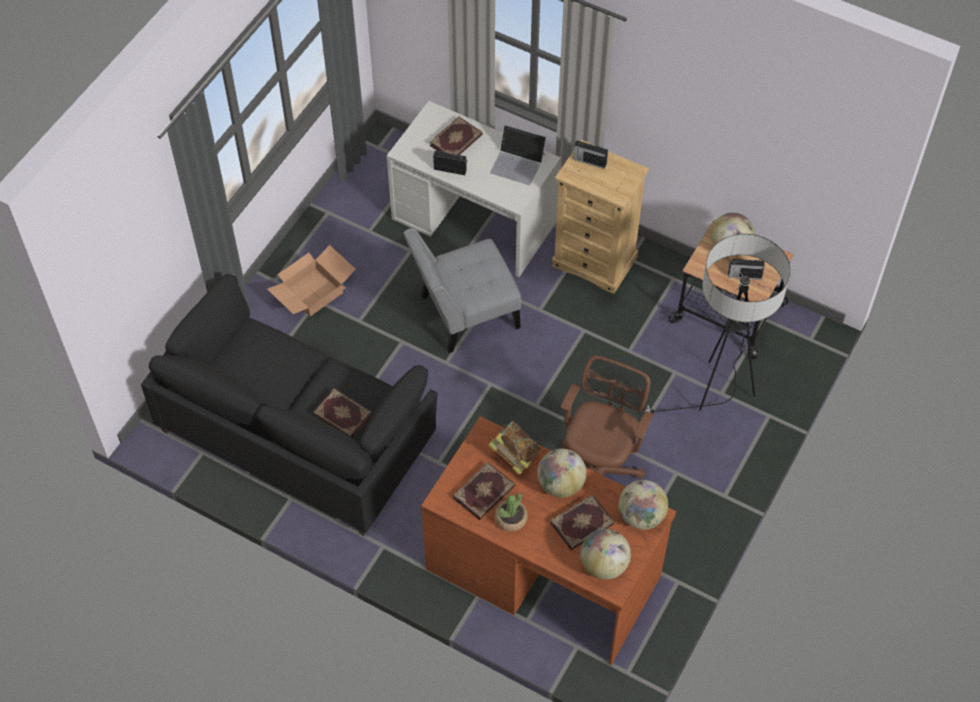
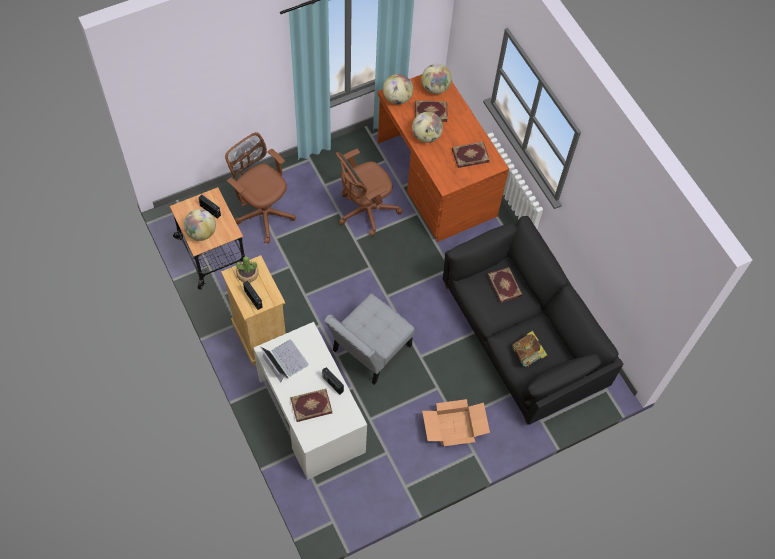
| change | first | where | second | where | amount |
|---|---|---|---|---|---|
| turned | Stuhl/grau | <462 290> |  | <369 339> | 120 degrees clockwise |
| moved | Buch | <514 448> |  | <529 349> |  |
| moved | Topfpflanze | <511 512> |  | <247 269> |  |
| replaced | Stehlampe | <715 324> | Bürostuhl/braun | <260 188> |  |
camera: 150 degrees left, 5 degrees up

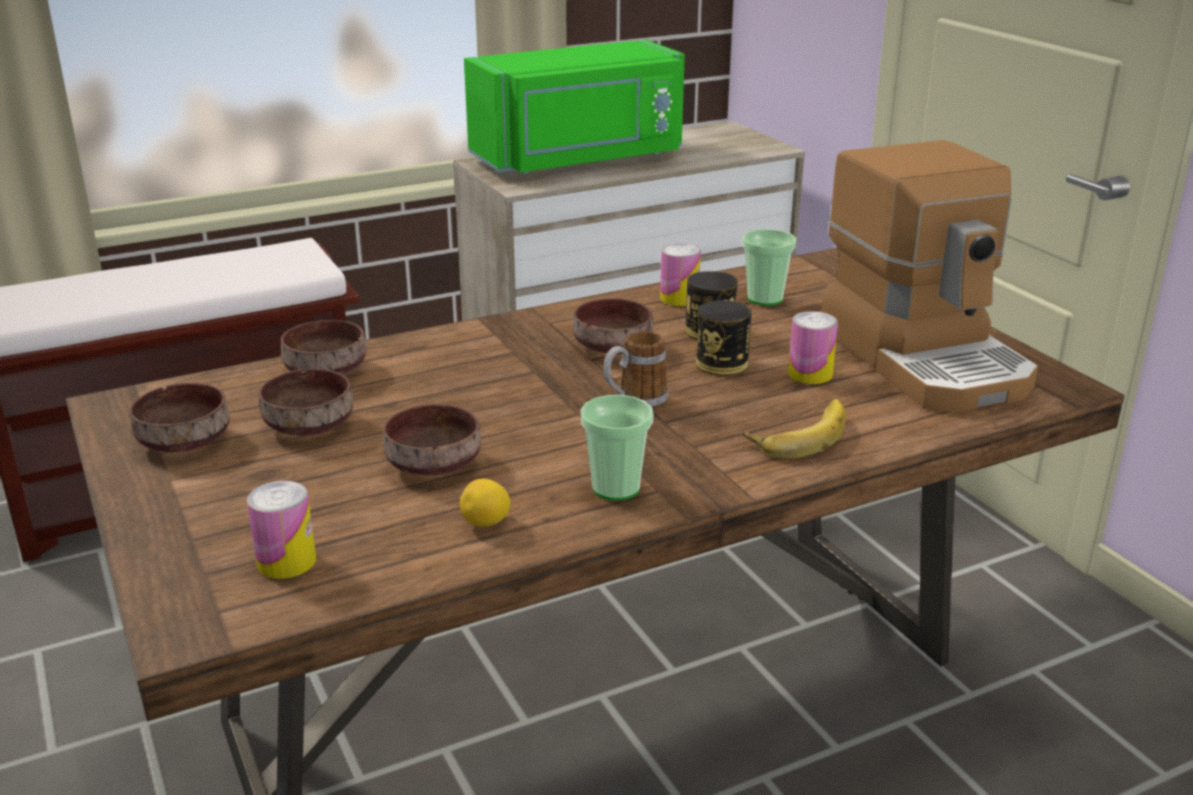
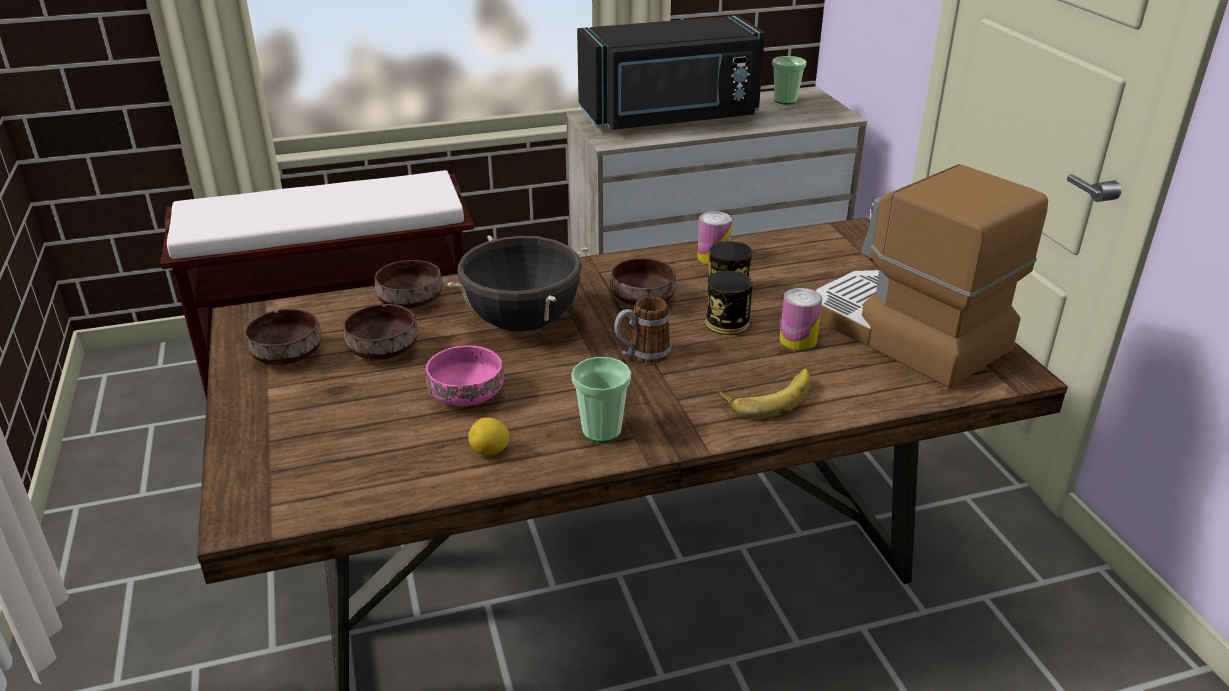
| change | first | where | second | where | amount |
|---|---|---|---|---|---|
| removed | Dose | <281 530> |  |  |  |
| recoloured | Schüssel/braun | <432 439> | Schüssel/rosa | <465 376> |  |
| recoloured | Mikrowelle/grün | <574 106> | Mikrowelle/schwarz | <671 72> |  |
| moved | Tasse | <769 267> |  | <789 80> |  |
| turned | Kaffeemaschine | <929 276> |  | <931 276> | 150 degrees clockwise |
| added |  |  | Kochtopf/schwarz | <517 283> |  |
camera: 10 degrees right, 5 degrees up

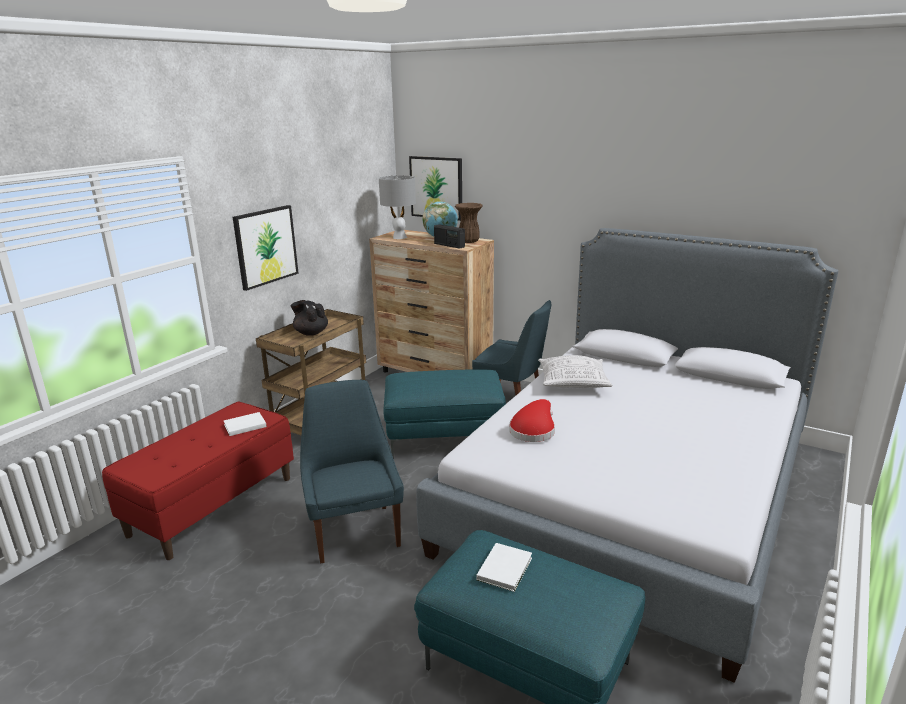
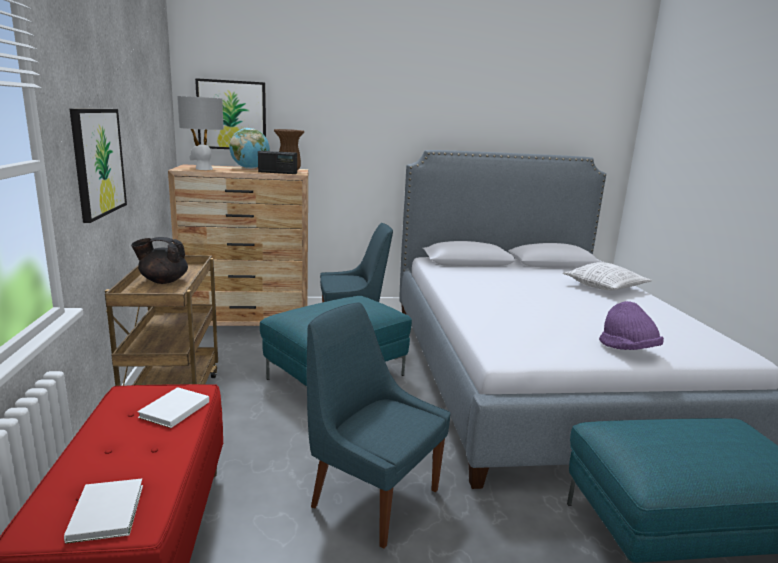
| change | first | where | second | where | amount |
|---|---|---|---|---|---|
| moved | Buch/weiß | <504 567> |  | <103 511> |  |
| removed | Hut/rot | <532 420> |  |  |  |
| moved | Kissen | <575 371> |  | <607 276> |  |
| added |  |  | Hut/lila | <631 325> |  |
camera: 40 degrees left, 5 degrees down

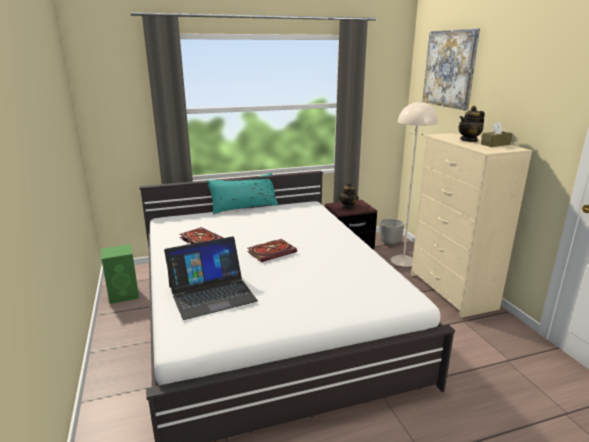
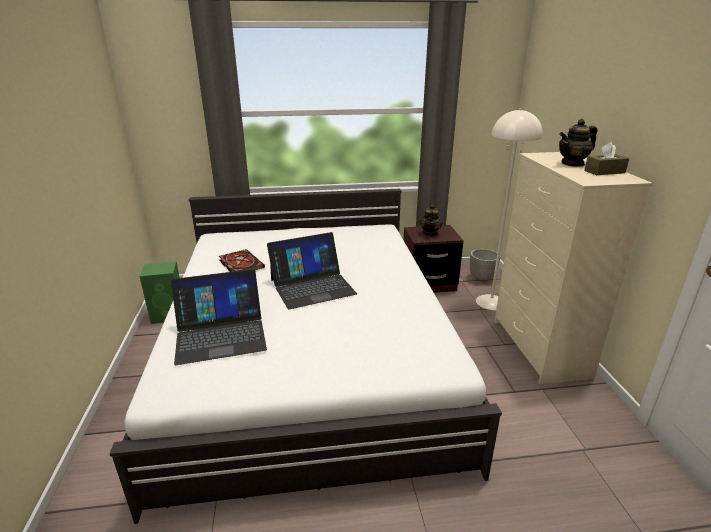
| change | first | where | second | where | amount |
|---|---|---|---|---|---|
| removed | Kissen/türkis | <242 193> |  |  |  |
| replaced | Buch | <272 250> | Laptop | <312 270> |  |
| removed | Bild | <451 69> |  |  |  |
camera: 10 degrees right, 5 degrees up

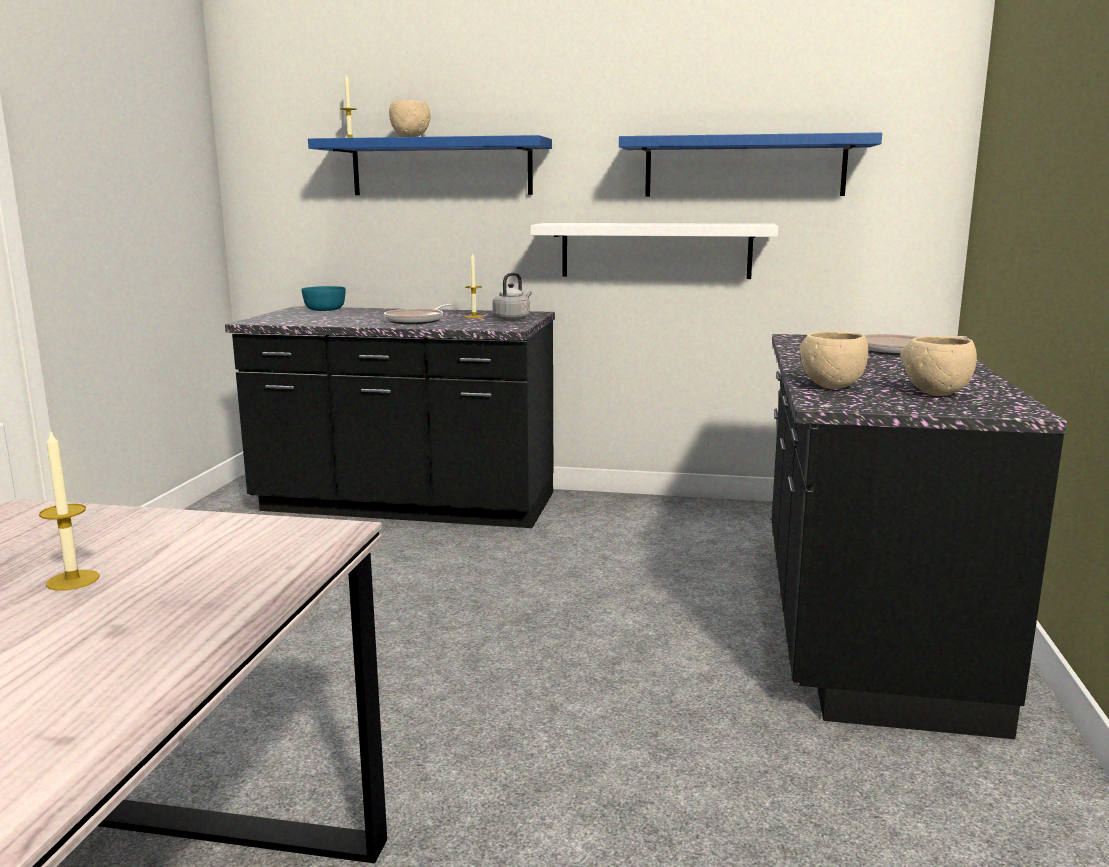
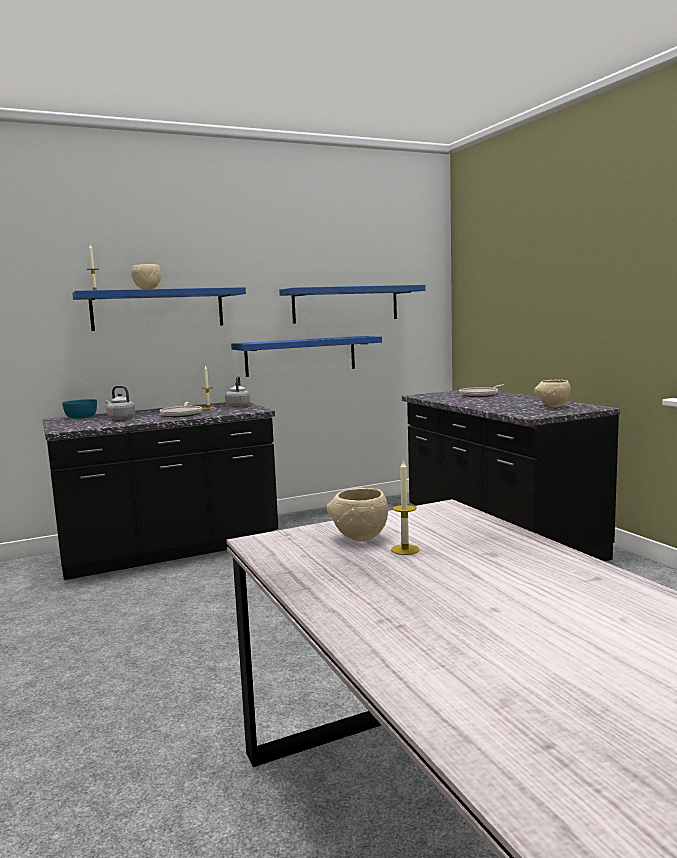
| change | first | where | second | where | amount |
|---|---|---|---|---|---|
| recoloured | Wandregal/weiß | <654 251> | Wandregal/blau | <306 356> |  |
| moved | Schüssel/beige | <834 360> |  | <357 514> |  |
| added |  |  | Wasserkessel/grau | <120 403> |  |
camera: 35 degrees left, 5 degrees down

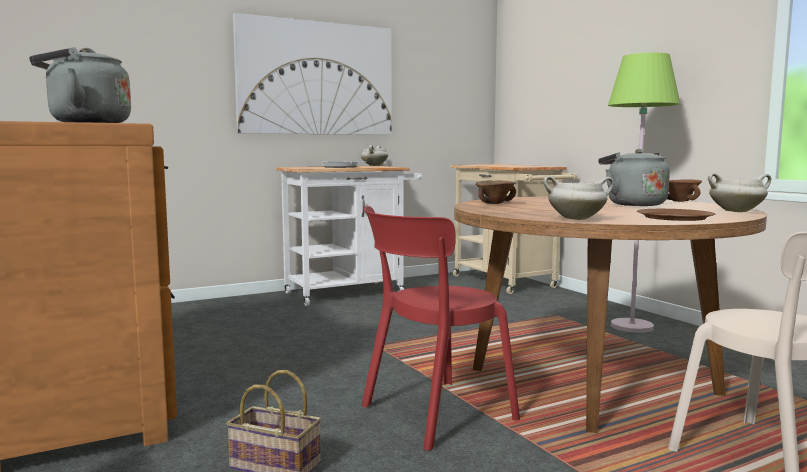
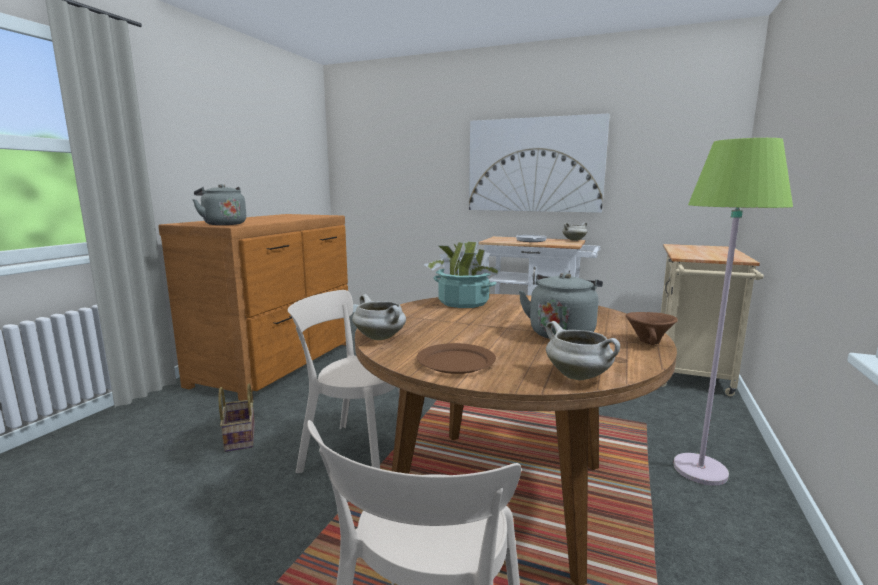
| change | first | where | second | where | amount |
|---|---|---|---|---|---|
| recoloured | Stuhl/rot | <441 328> | Stuhl/beige | <344 381> |  |
| replaced | Schüssel/braun | <496 192> | Topfpflanze | <462 274> |  |
camera: 50 degrees right, 5 degrees up

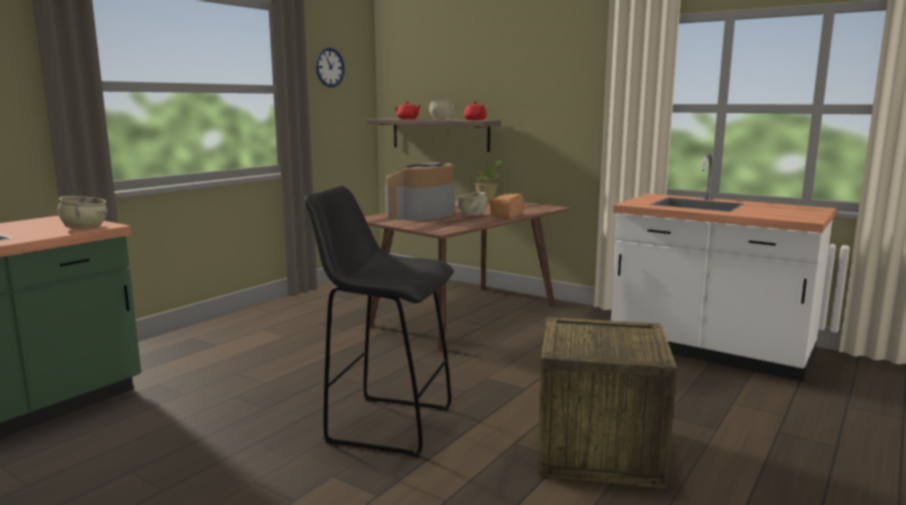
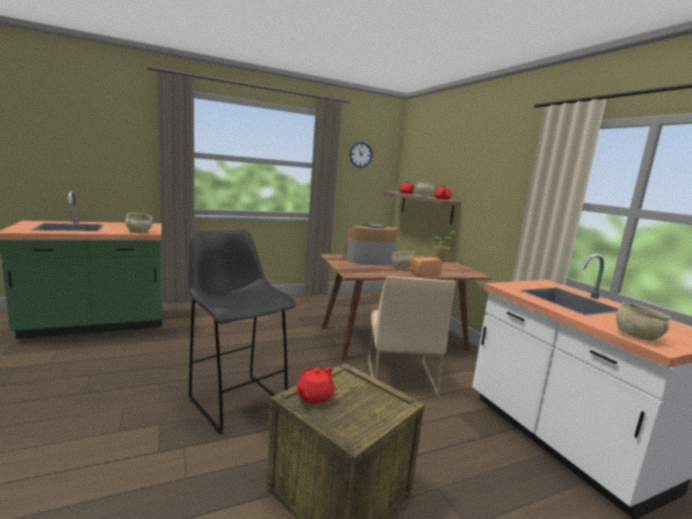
| change | first | where | second | where | amount |
|---|---|---|---|---|---|
| added |  |  | Teekanne/rot | <315 385> |  |
| added |  |  | Stuhl/beige | <411 337> |  |
| added |  |  | Schüssel/beige | <643 321> |  |
camera: 30 degrees right, 0 degrees up

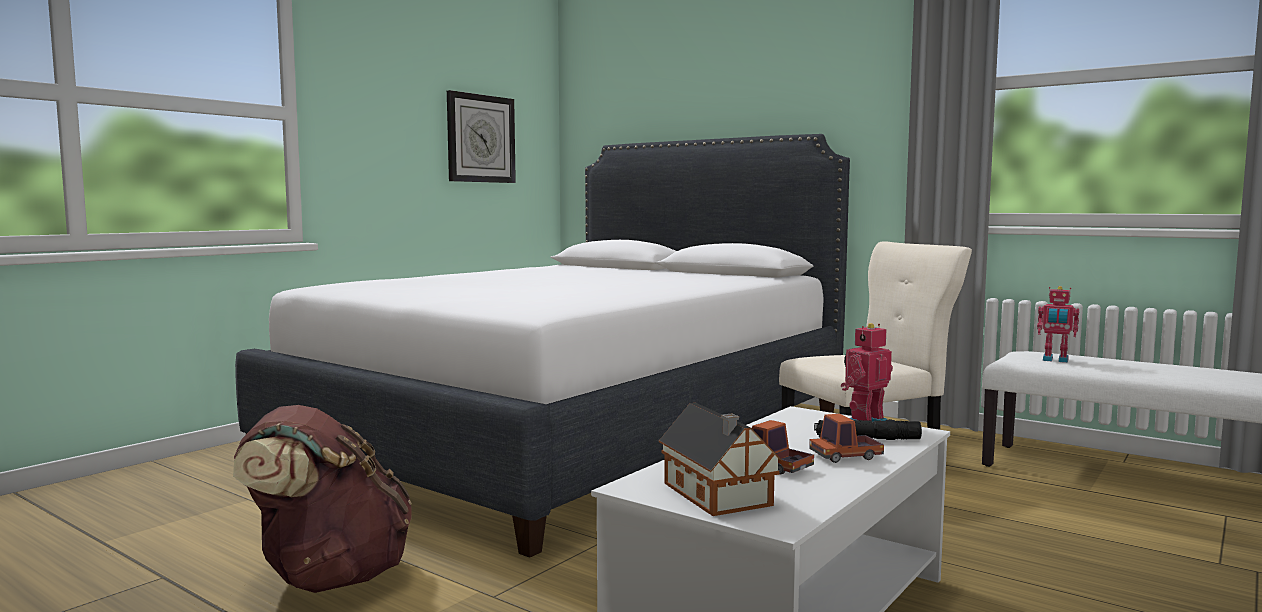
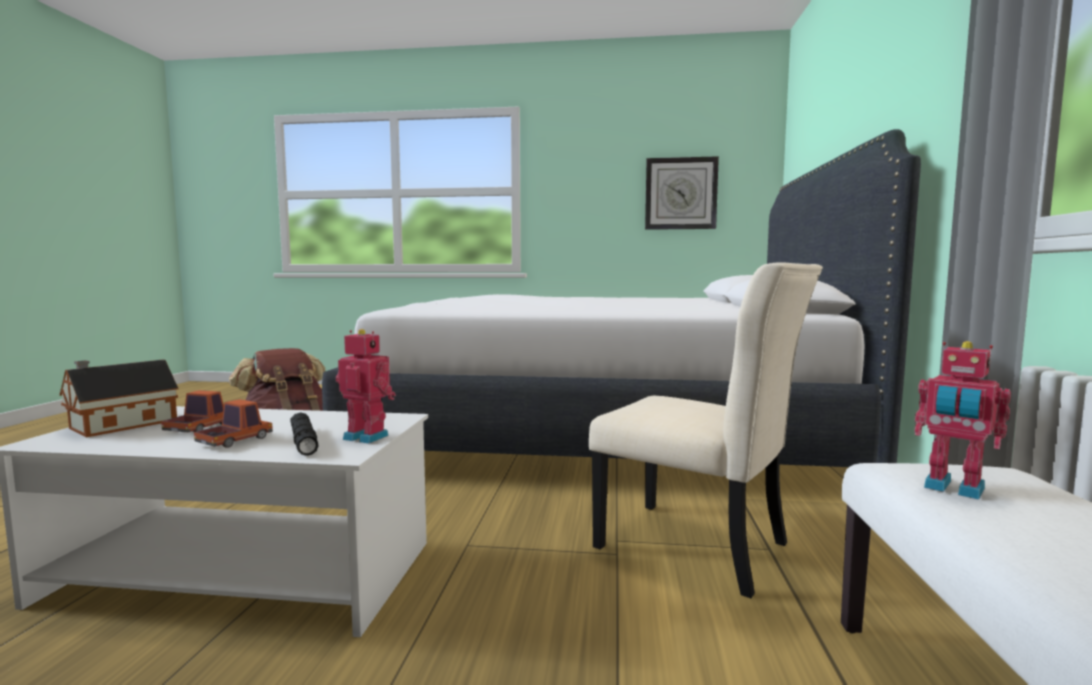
| change | first | where | second | where | amount |
|---|---|---|---|---|---|
| turned | Spielzeuglaster | <846 438> |  | <233 423> | 75 degrees clockwise |
| turned | Spielzeugroboter | <1058 324> |  | <962 420> | 45 degrees counterclockwise |
camera: 60 degrees right, 0 degrees up

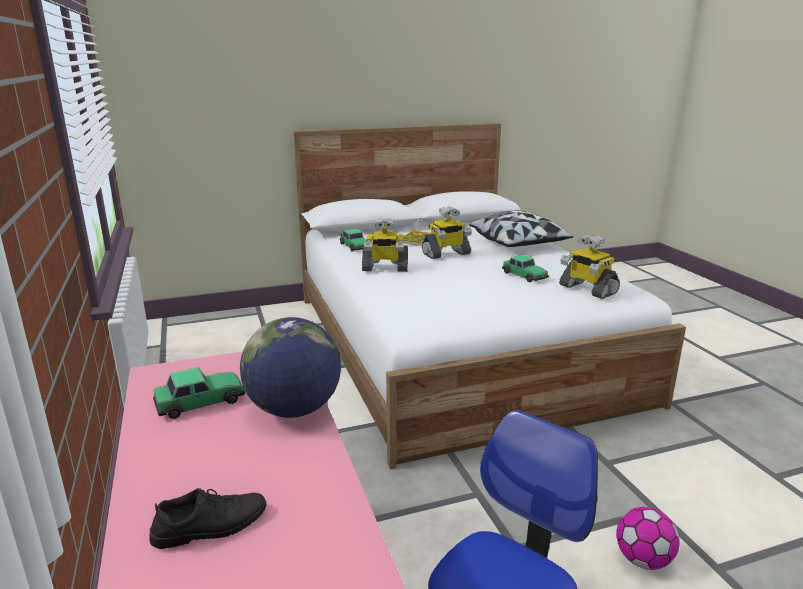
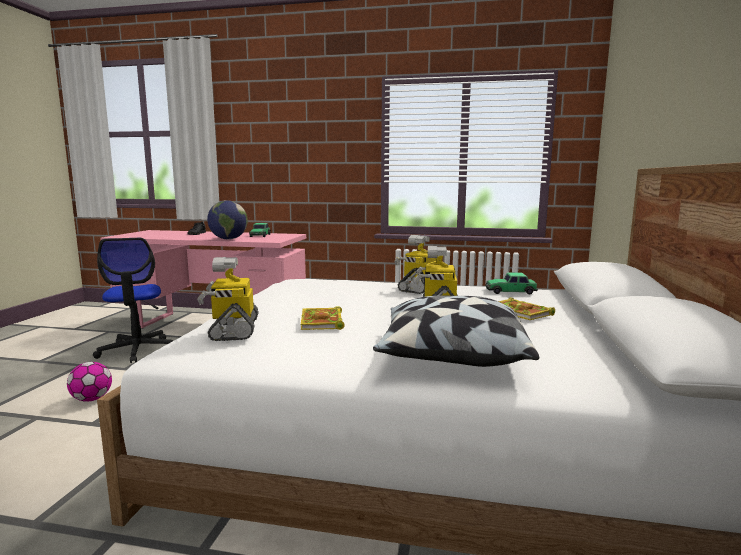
| change | first | where | second | where | amount |
|---|---|---|---|---|---|
| replaced | Spielzeugauto | <525 268> | Buch | <323 318> |  |
| turned | Spielzeugroboter | <589 266> |  | <228 299> | 90 degrees counterclockwise |
camera: 120 degrees right, 10 degrees down

